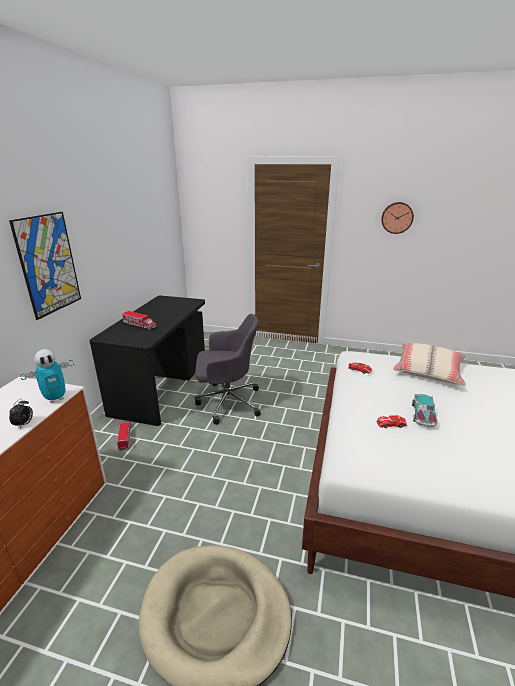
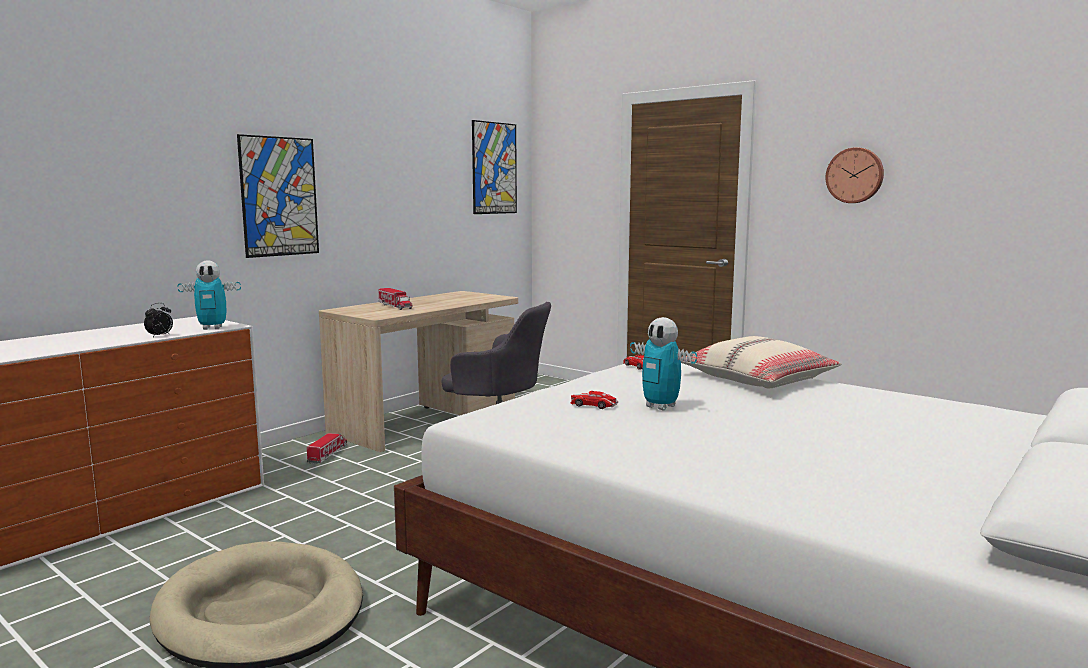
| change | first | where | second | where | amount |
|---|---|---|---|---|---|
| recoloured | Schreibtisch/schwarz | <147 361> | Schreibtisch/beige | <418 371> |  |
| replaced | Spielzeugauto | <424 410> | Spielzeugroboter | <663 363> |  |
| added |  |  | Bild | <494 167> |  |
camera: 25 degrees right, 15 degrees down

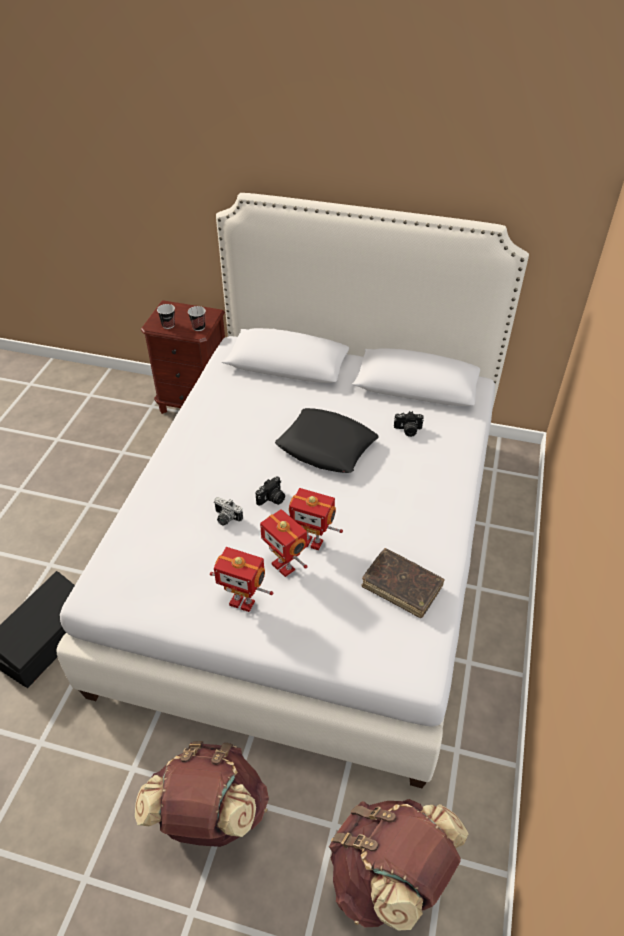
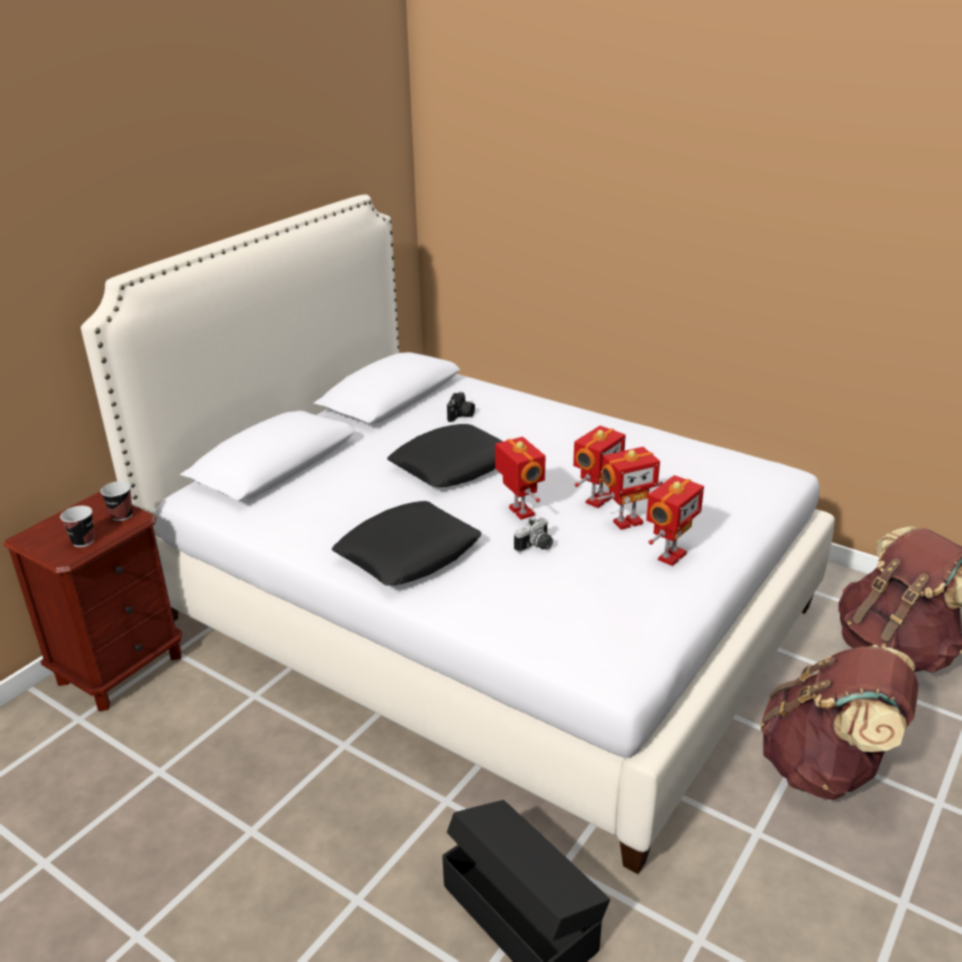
| change | first | where | second | where | amount |
|---|---|---|---|---|---|
| replaced | Kamera | <270 491> | Spielzeugroboter | <520 478> |  |
| removed | Buch/braun | <403 583> |  |  |  |
| added |  |  | Kissen/schwarz | <407 543> |  |
camera: 70 degrees left, 15 degrees down

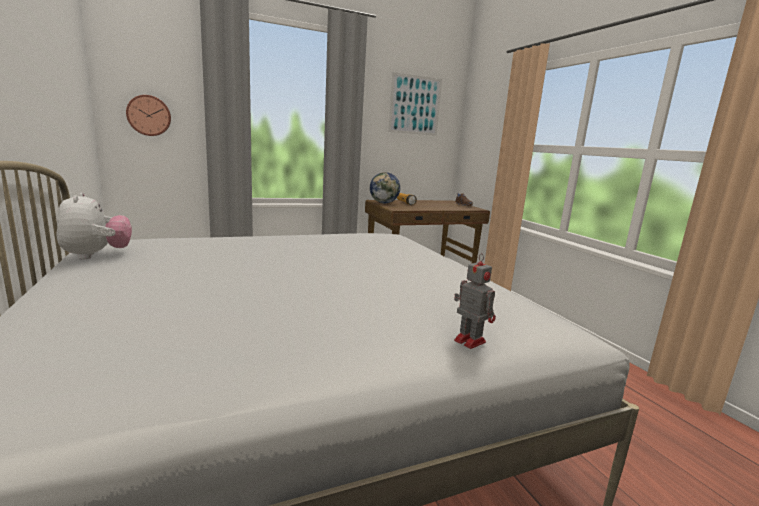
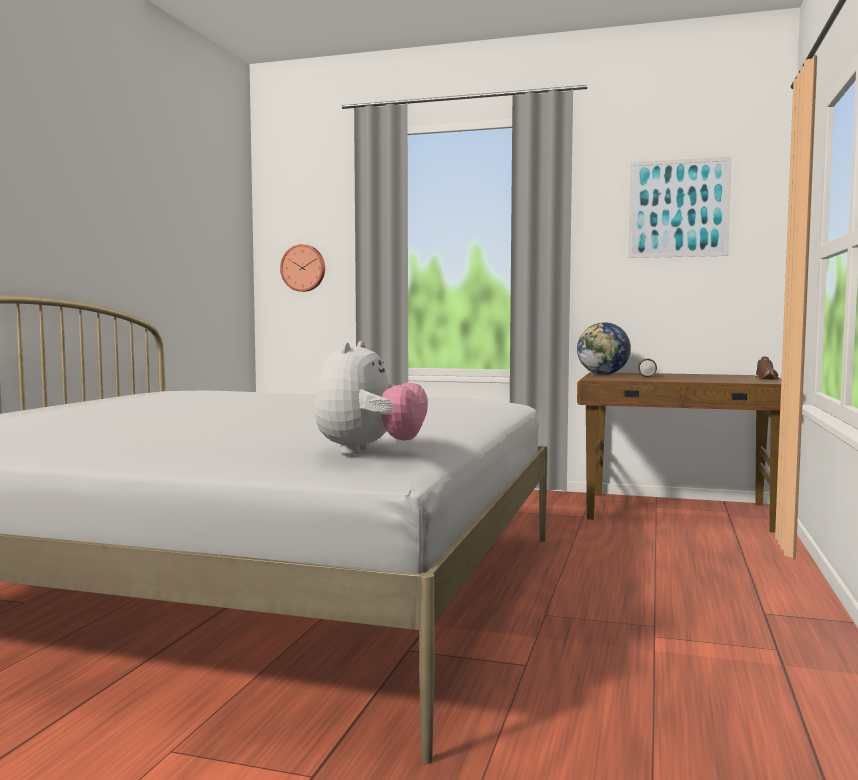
| change | first | where | second | where | amount |
|---|---|---|---|---|---|
| moved | Plüschtier | <94 226> |  | <371 397> |  |
| removed | Spielzeugroboter | <475 301> |  |  |  |
camera: 40 degrees right, 10 degrees down

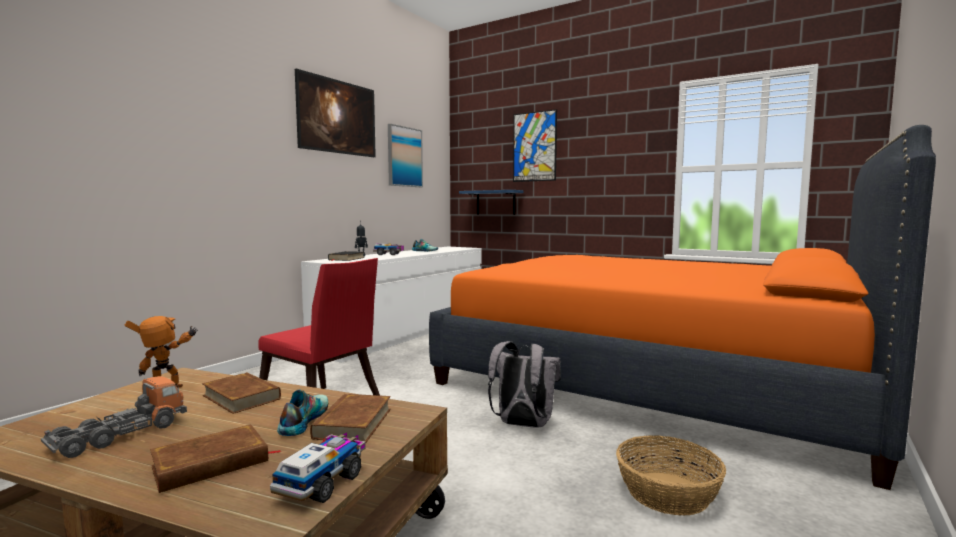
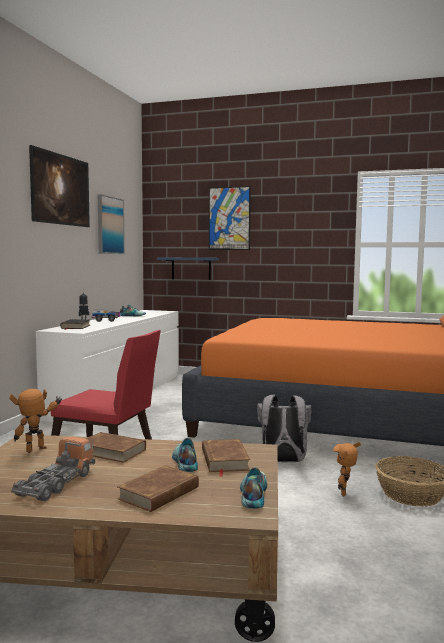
| change | first | where | second | where | amount |
|---|---|---|---|---|---|
| replaced | Spielzeuglaster | <318 467> | Schuh | <253 488> |  |
| added |  |  | Spielzeugroboter | <346 469> |  |
camera: 15 degrees left, 0 degrees up

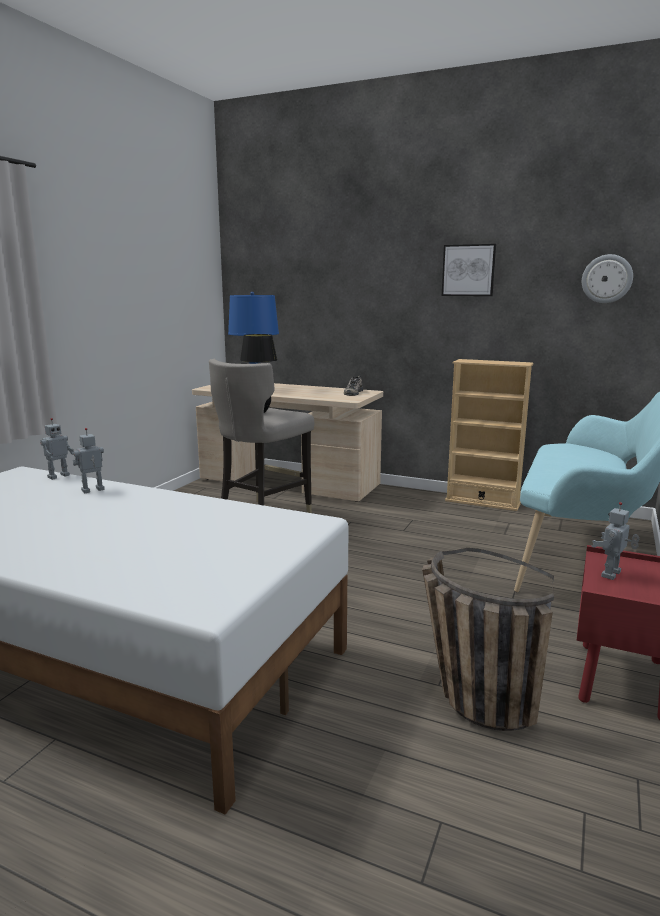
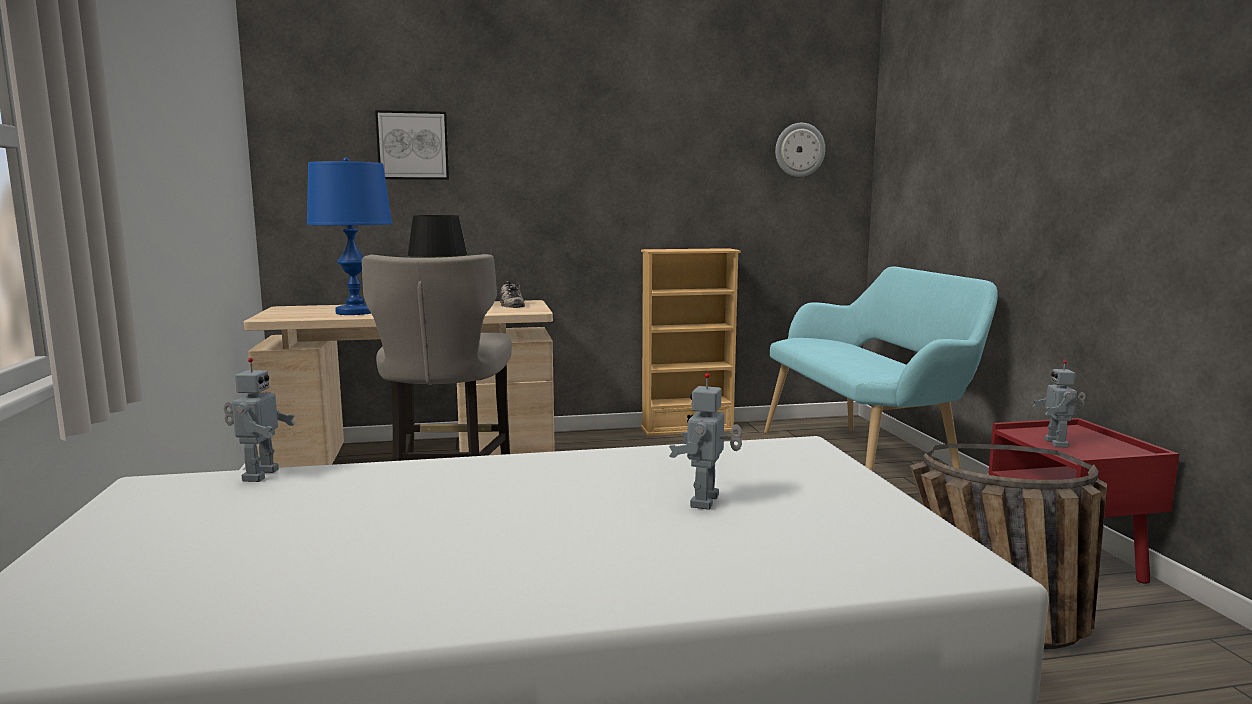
| change | first | where | second | where | amount |
|---|---|---|---|---|---|
| moved | Spielzeugroboter | <89 460> |  | <705 441> |  |
| moved | Bild | <469 270> |  | <412 145> |  |
camera: 35 degrees left, 5 degrees down

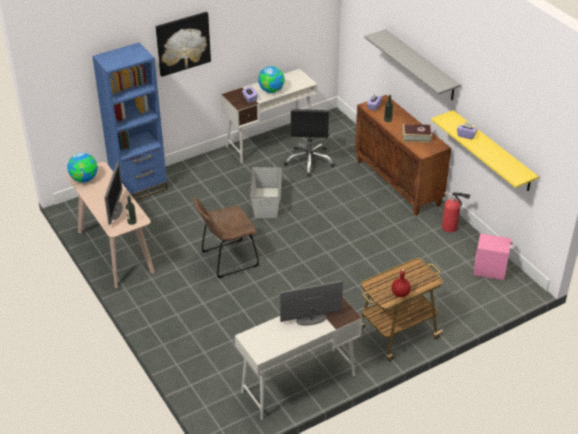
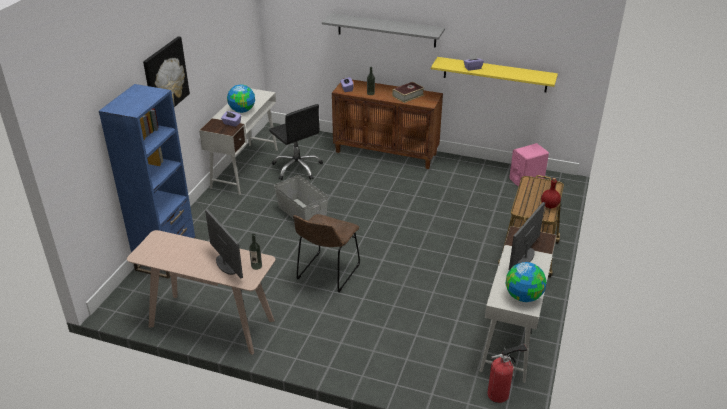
| change | first | where | second | where | amount |
|---|---|---|---|---|---|
| moved | Globus | <82 167> |  | <526 282> |  |
| moved | Feuerlöscher | <456 212> |  | <507 373> |  |
camera: 40 degrees left, 5 degrees down

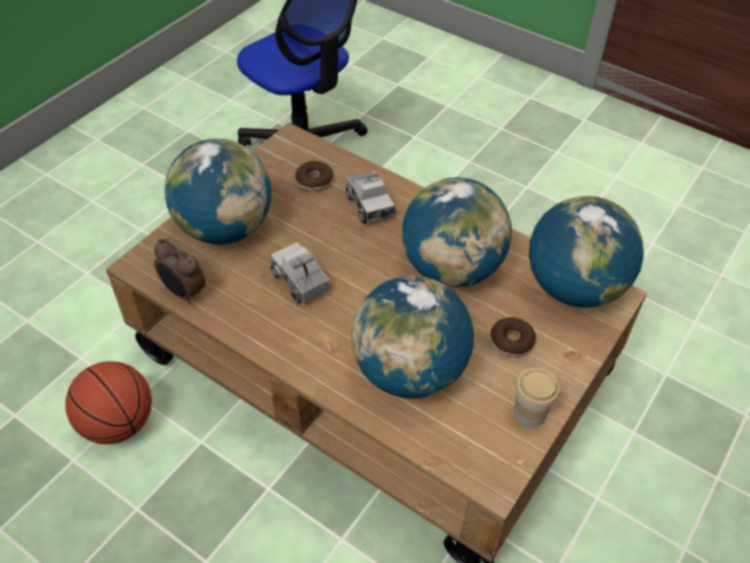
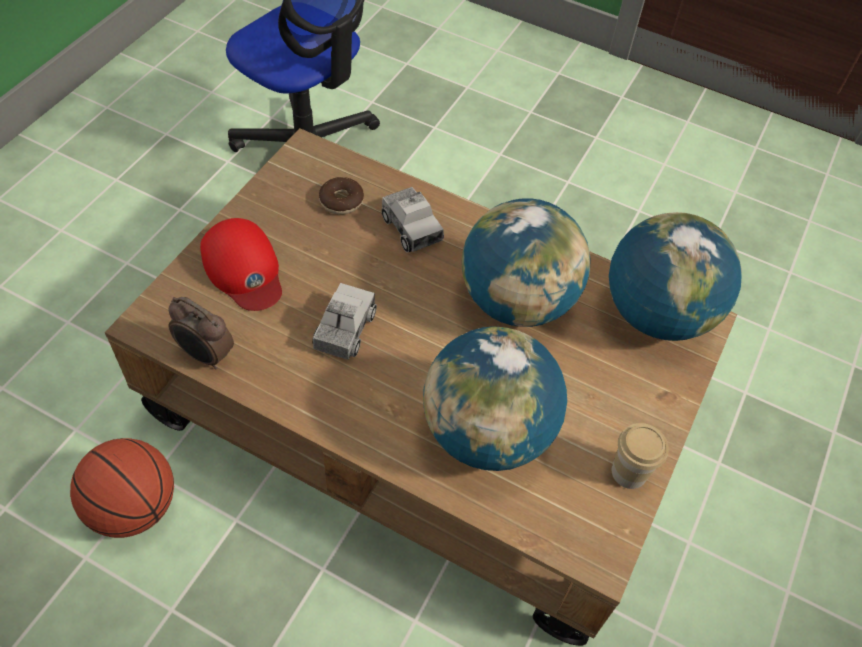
| change | first | where | second | where | amount |
|---|---|---|---|---|---|
| replaced | Globus | <218 192> | Kappe/rot | <241 264> |  |
| turned | Spielzeuglaster | <300 273> |  | <344 321> | 60 degrees clockwise |
| removed | Donut | <513 337> |  |  |  |
camera: 10 degrees left, 5 degrees up

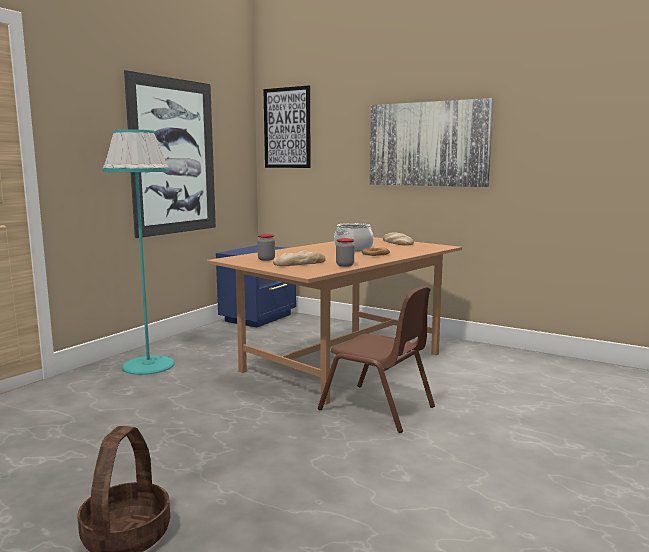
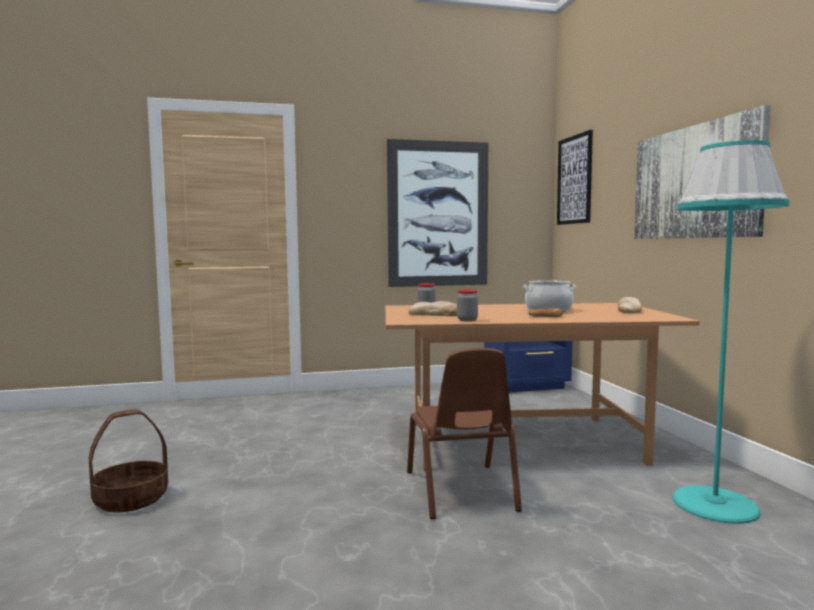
| change | first | where | second | where | amount |
|---|---|---|---|---|---|
| moved | Stehlampe/türkis | <139 252> |  | <731 332> |  |
camera: 45 degrees right, 5 degrees down

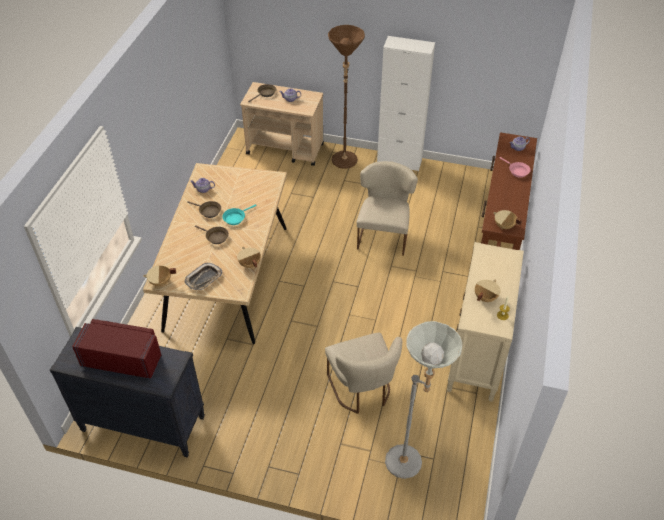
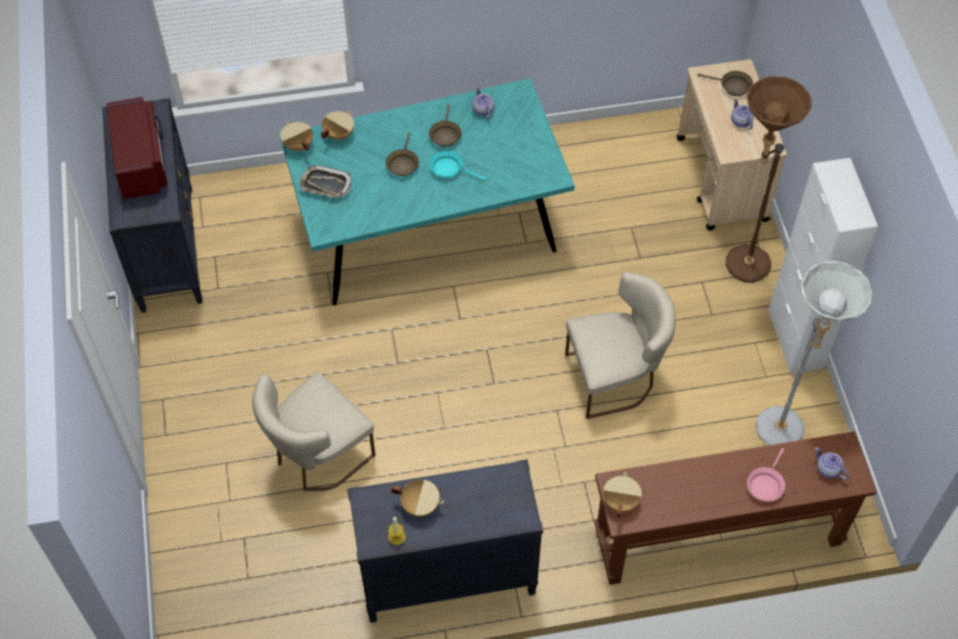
| change | first | where | second | where | amount |
|---|---|---|---|---|---|
| recoloured | Esstisch/beige | <215 253> | Esstisch/türkis | <427 191> |  |
| moved | Kochtopf/beige | <249 257> |  | <337 125> |  |
| moved | Stehlampe/grau | <423 400> |  | <814 353> |  |
| recoloured | Kommode/beige | <485 322> | Kommode/schwarz | <445 541> |  |
camera: 65 degrees right, 10 degrees up

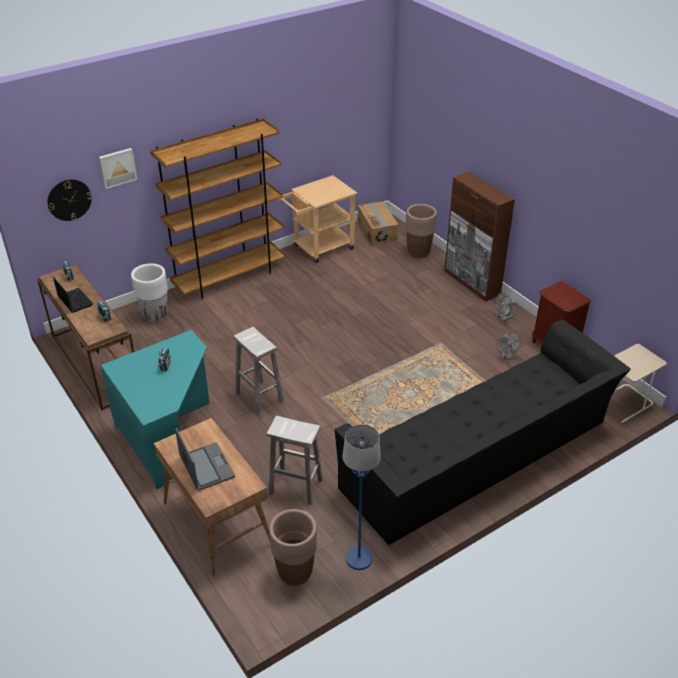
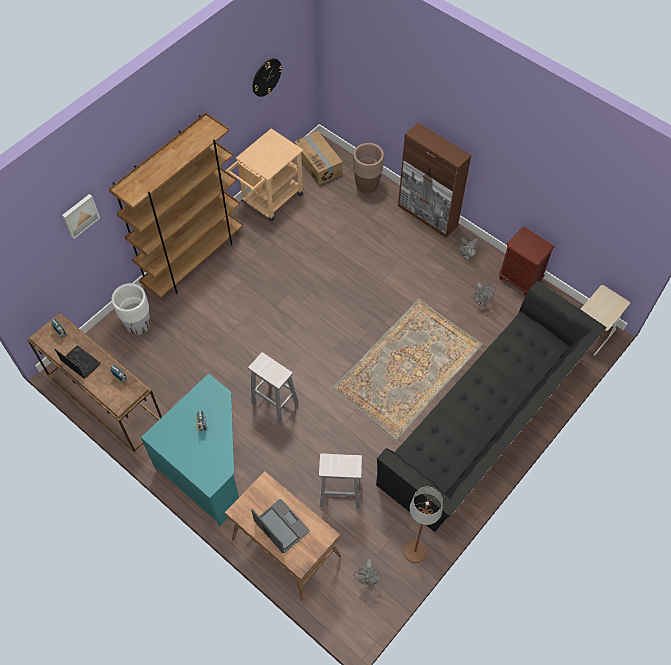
| change | first | where | second | where | amount |
|---|---|---|---|---|---|
| moved | Wanduhr | <69 200> |  | <267 77> |  |
| replaced | Pflanzkübel/braun | <293 547> | Ventilator/grau | <368 572> |  |
| recoloured | Stehlampe/blau | <361 497> | Stehlampe/braun | <423 525> |  |
camera: 15 degrees left, 20 degrees up

